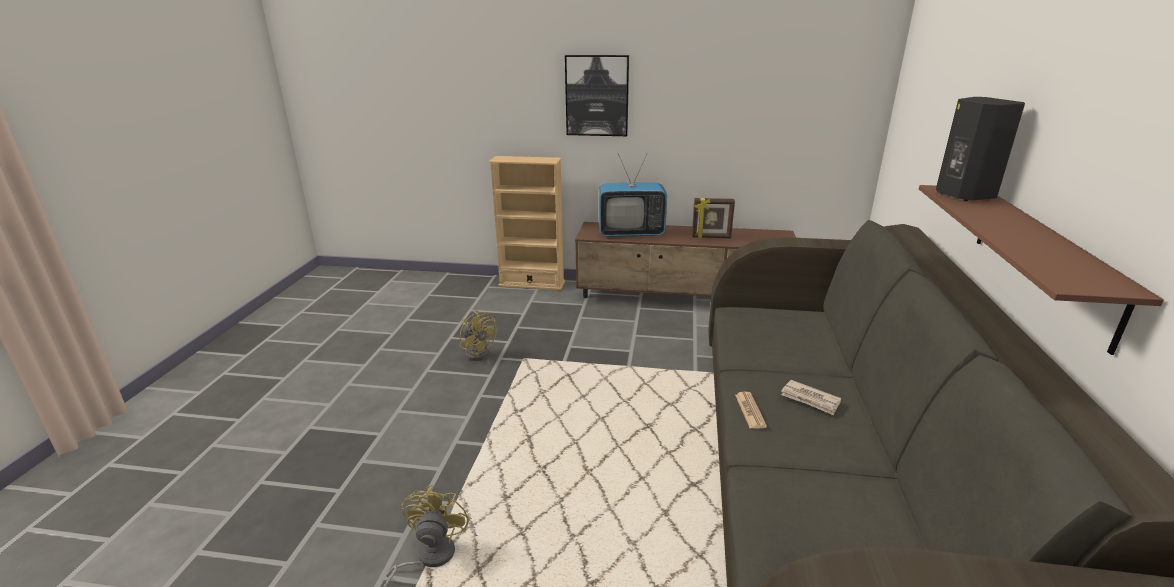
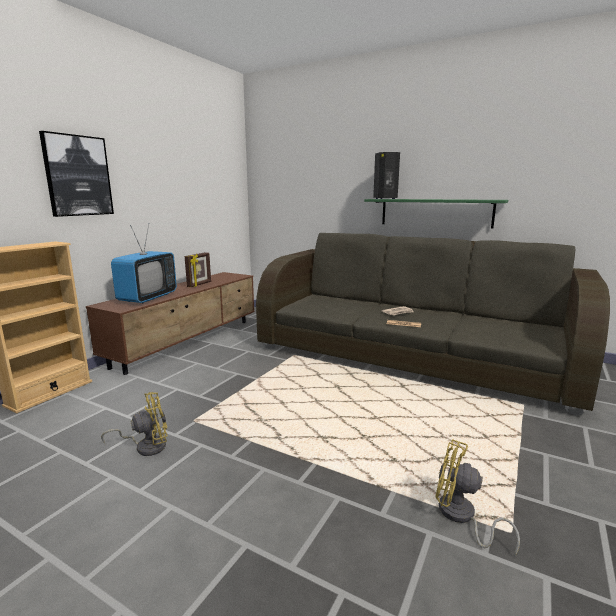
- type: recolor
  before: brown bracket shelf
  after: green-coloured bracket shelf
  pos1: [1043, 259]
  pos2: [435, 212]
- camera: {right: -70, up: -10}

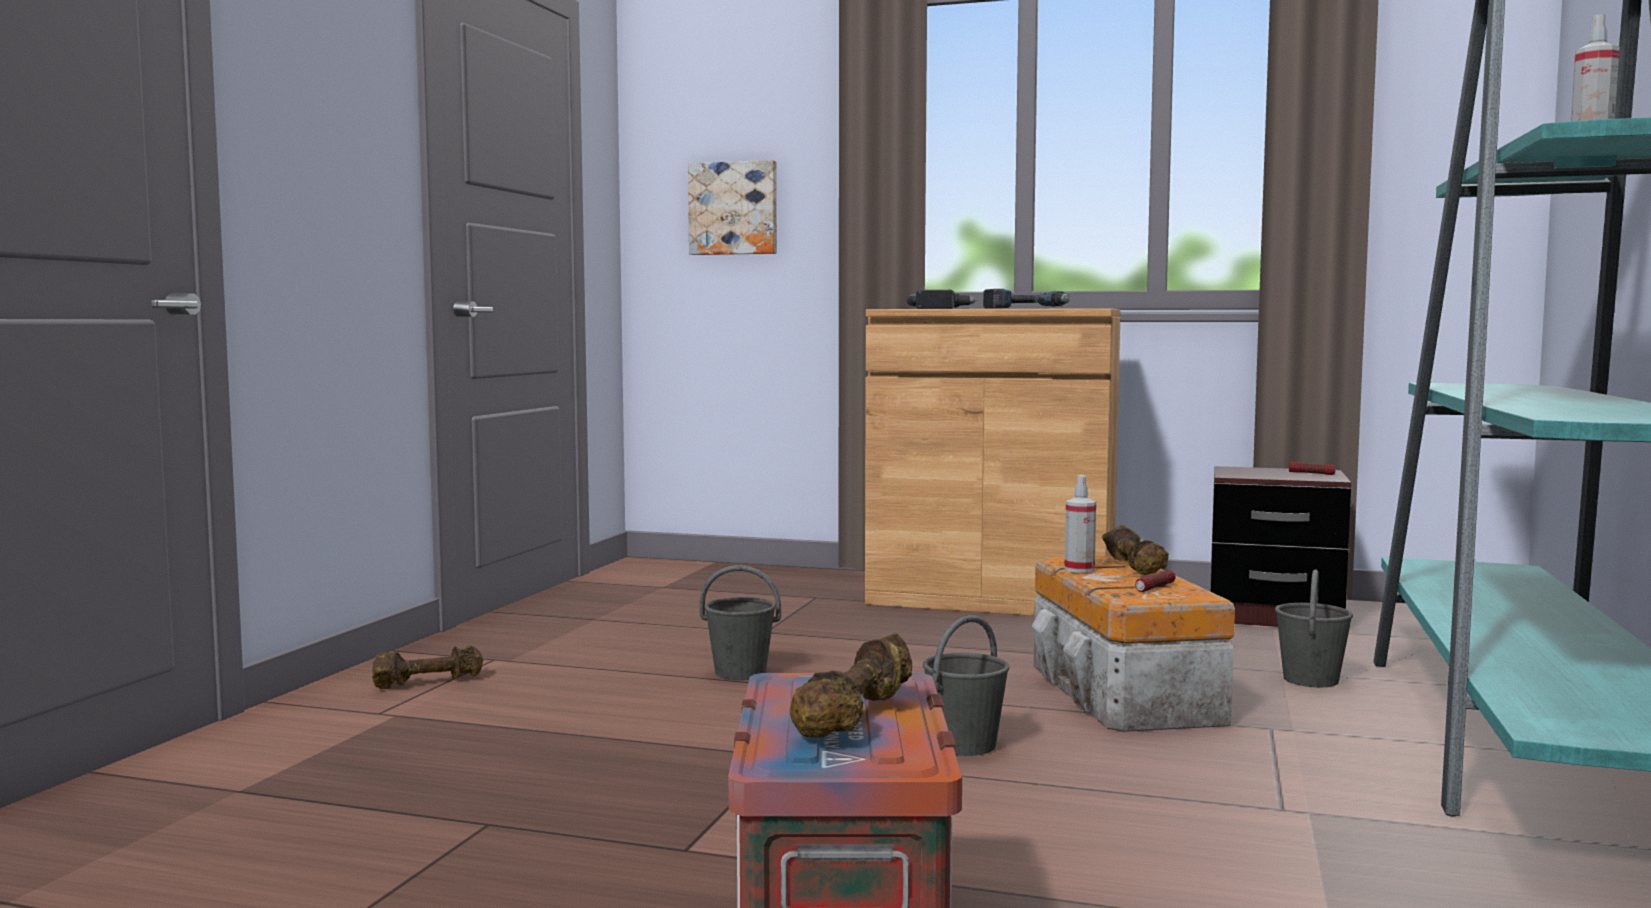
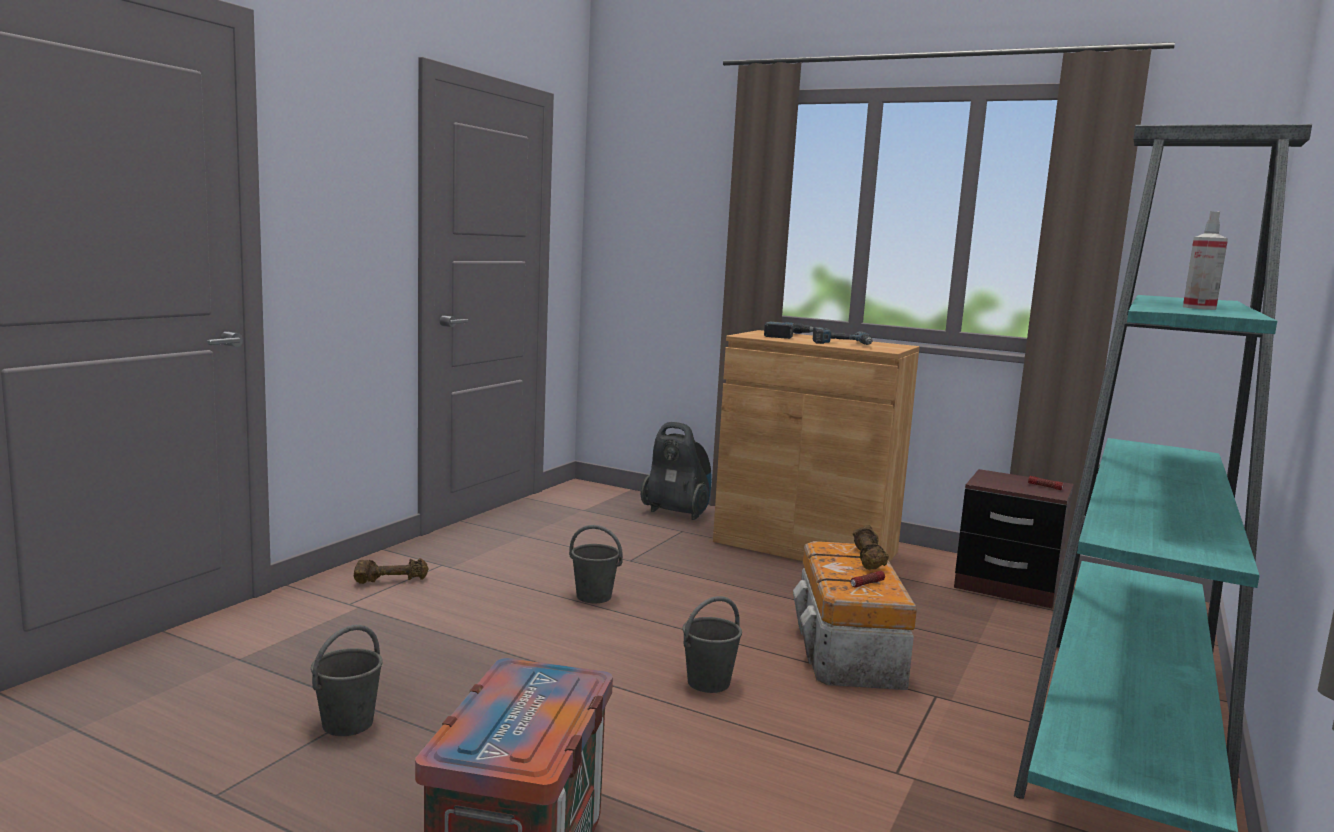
- type: delete
  before: picture
  pos1: [734, 208]
- type: delete
  before: brown dumbbell
  pos1: [857, 717]
- type: delete
  before: spray bottle
  pos1: [1079, 569]
- type: insert
  after: vacuum
  pos2: [677, 513]
- type: move
  before: grey bucket
  pos1: [1310, 679]
  pos2: [348, 723]
- camera: {right: 10, up: 5}

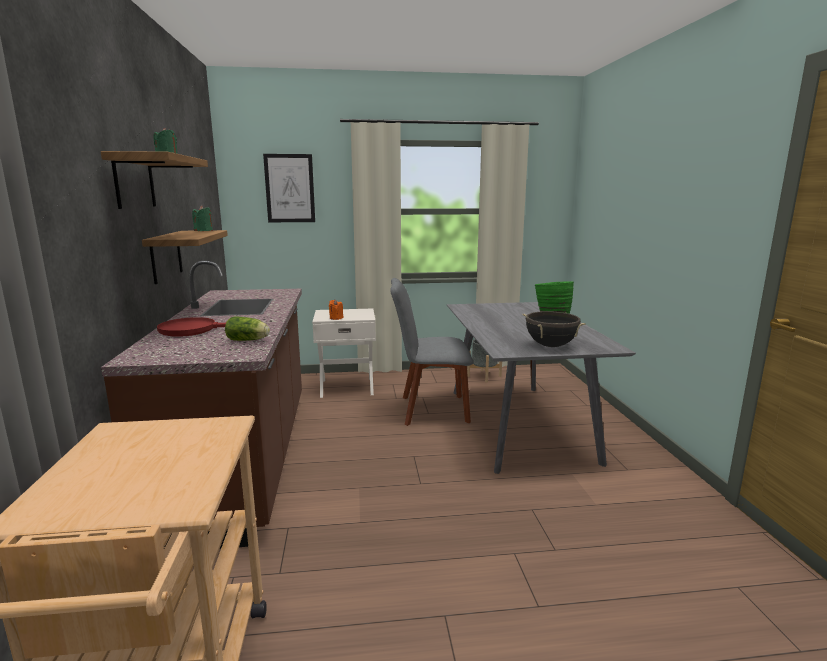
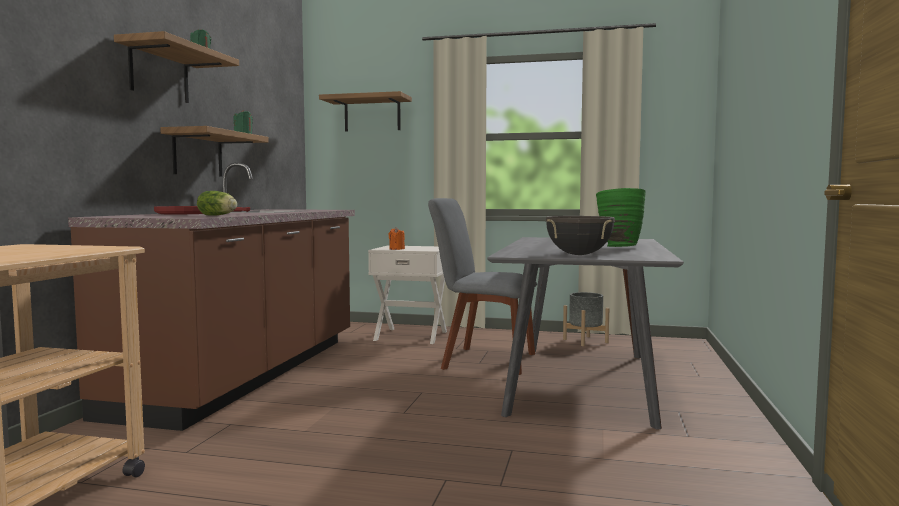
- type: replace
  before: picture
  after: bracket shelf
  pos1: [289, 188]
  pos2: [372, 114]
- camera: {right: 20, up: -10}

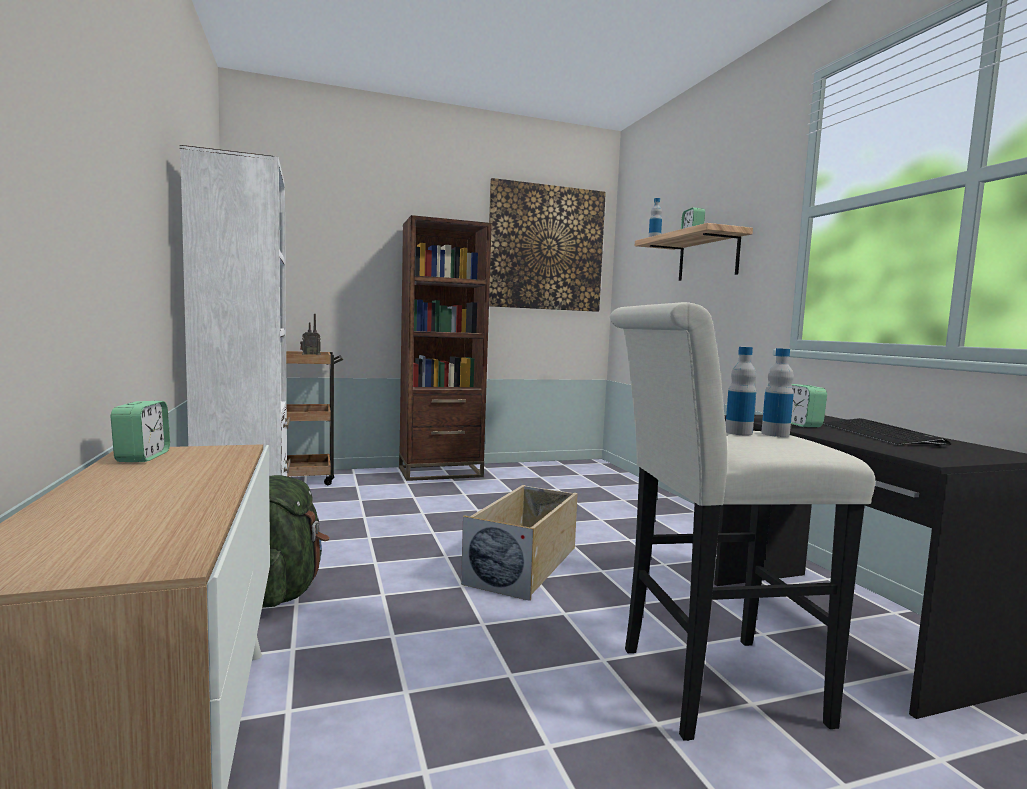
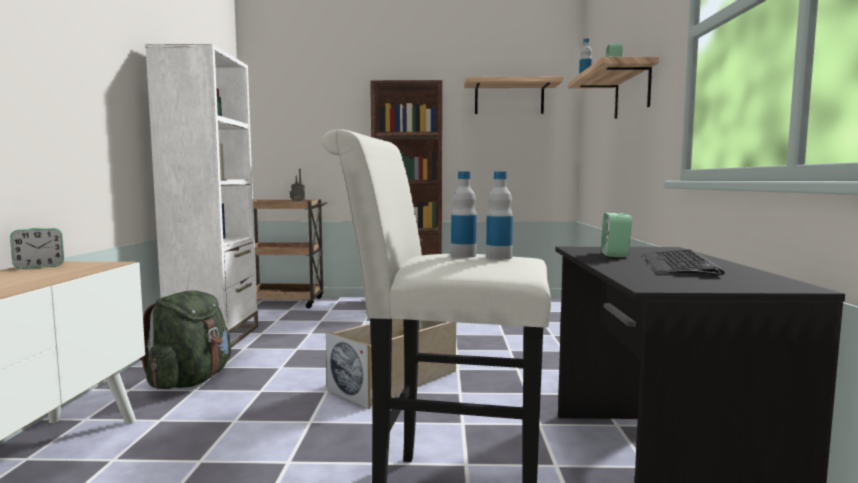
- type: replace
  before: picture
  after: bracket shelf
  pos1: [546, 248]
  pos2: [509, 98]
- type: rotate
  before: alarm clock
  pos1: [142, 457]
  pos2: [39, 266]
  turn: 45
- camera: {right: 20, up: 0}

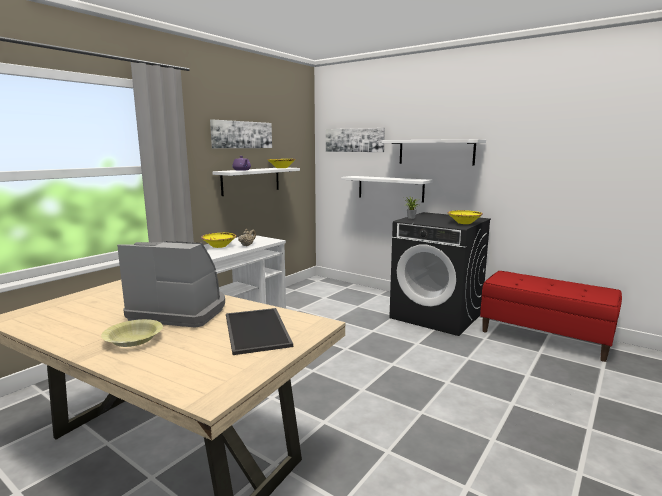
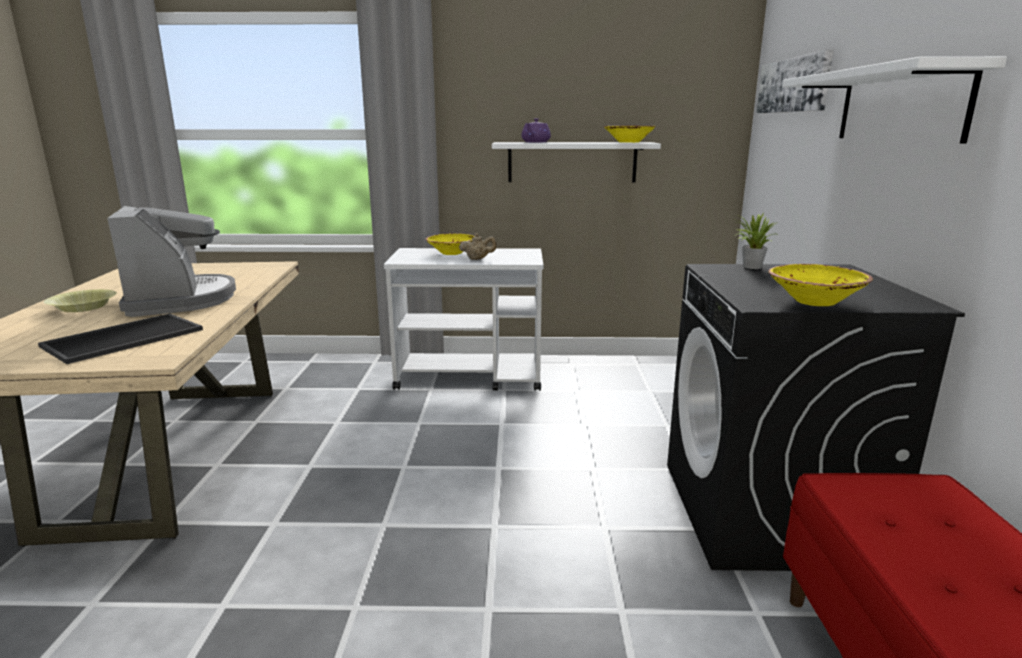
- type: delete
  before: picture
  pos1: [242, 134]
- type: delete
  before: white-coloured bracket shelf
  pos1: [390, 188]
- camera: {right: 55, up: 5}

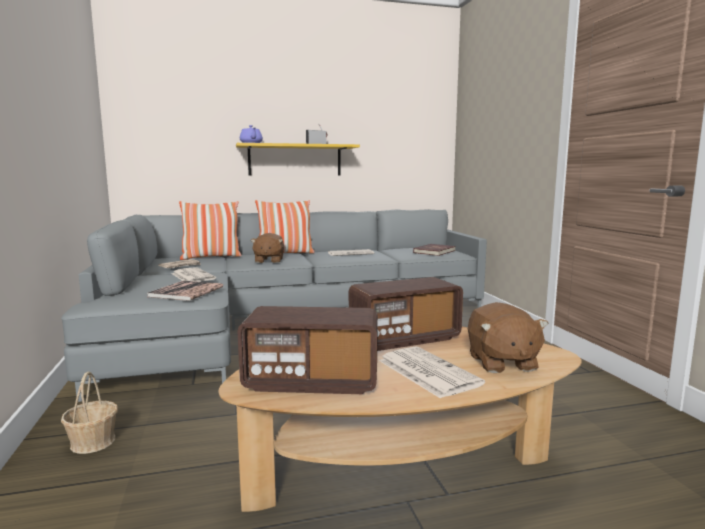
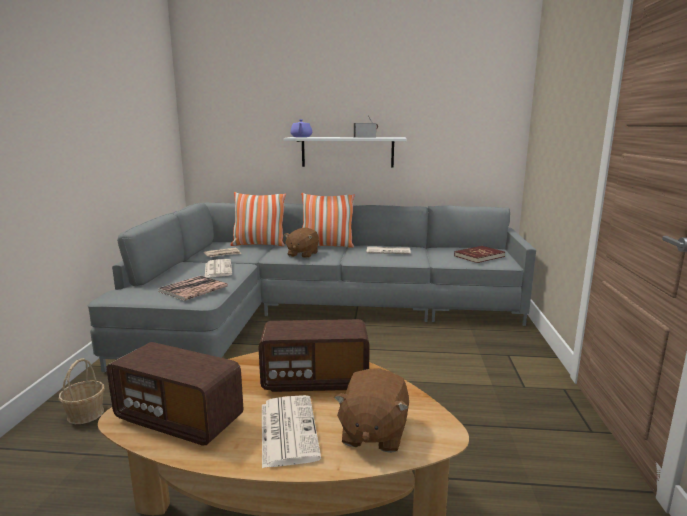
- type: recolor
  before: yellow bracket shelf
  after: white-coloured bracket shelf
  pos1: [295, 160]
  pos2: [347, 152]
- camera: {right: 20, up: 5}

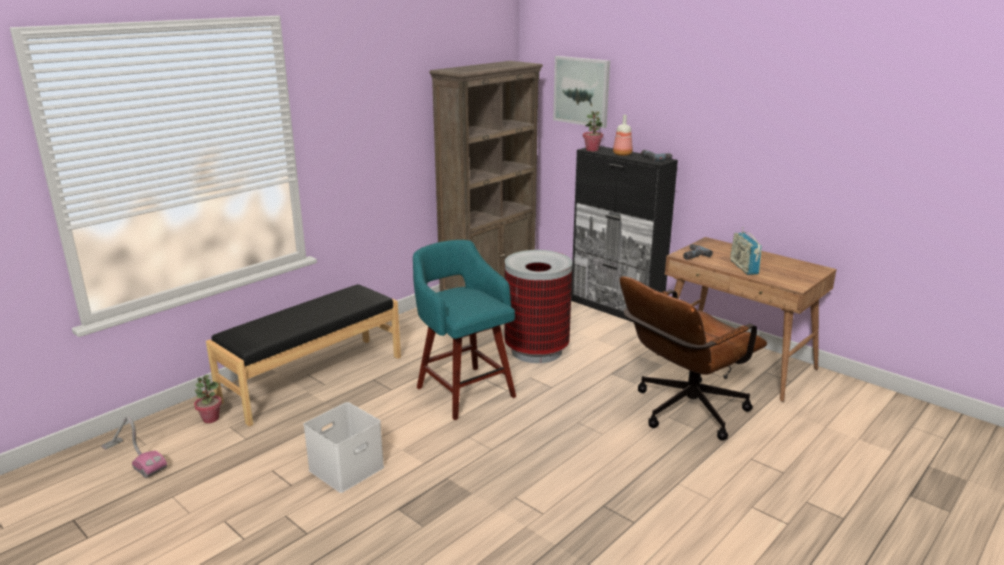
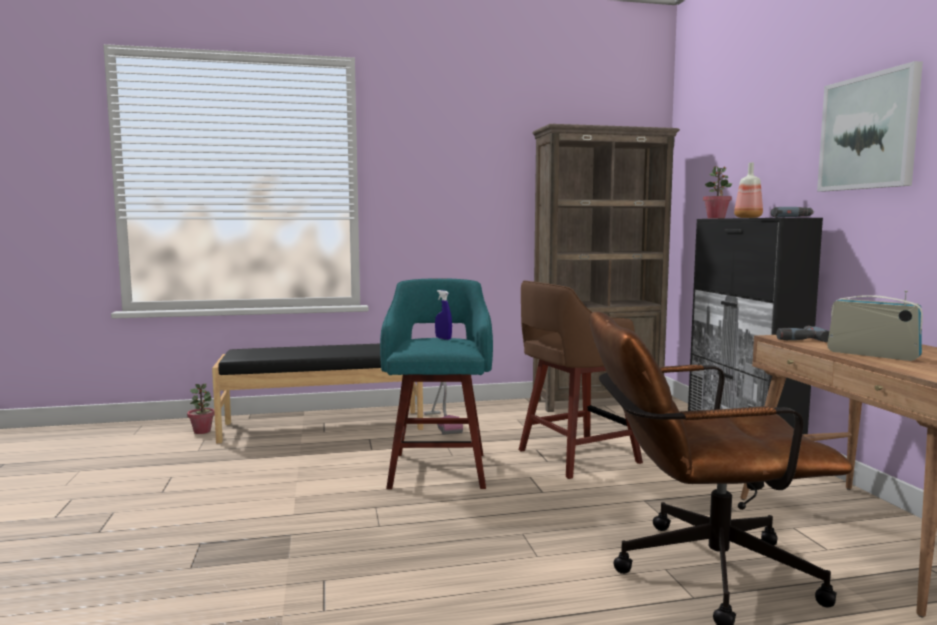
- type: delete
  before: white-coloured storage bin
  pos1: [346, 469]
- type: insert
  after: blue spray bottle
  pos2: [443, 338]
- type: move
  before: vacuum
  pos1: [133, 458]
  pos2: [441, 423]
- type: move
  before: picture
  pos1: [582, 91]
  pos2: [868, 132]
- type: replace
  before: rubbish bin
  after: brown stool
  pos1: [536, 351]
  pos2: [575, 457]
- type: rotate
  before: radio receiver
  pos1: [743, 267]
  pos2: [872, 355]
  turn: 105
- camera: {right: 35, up: -15}

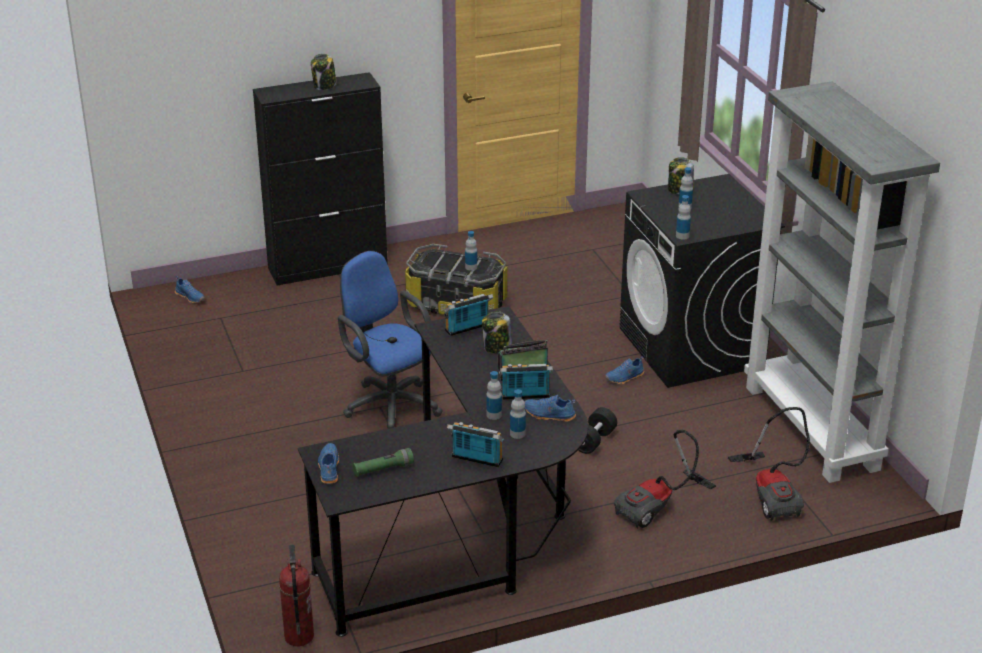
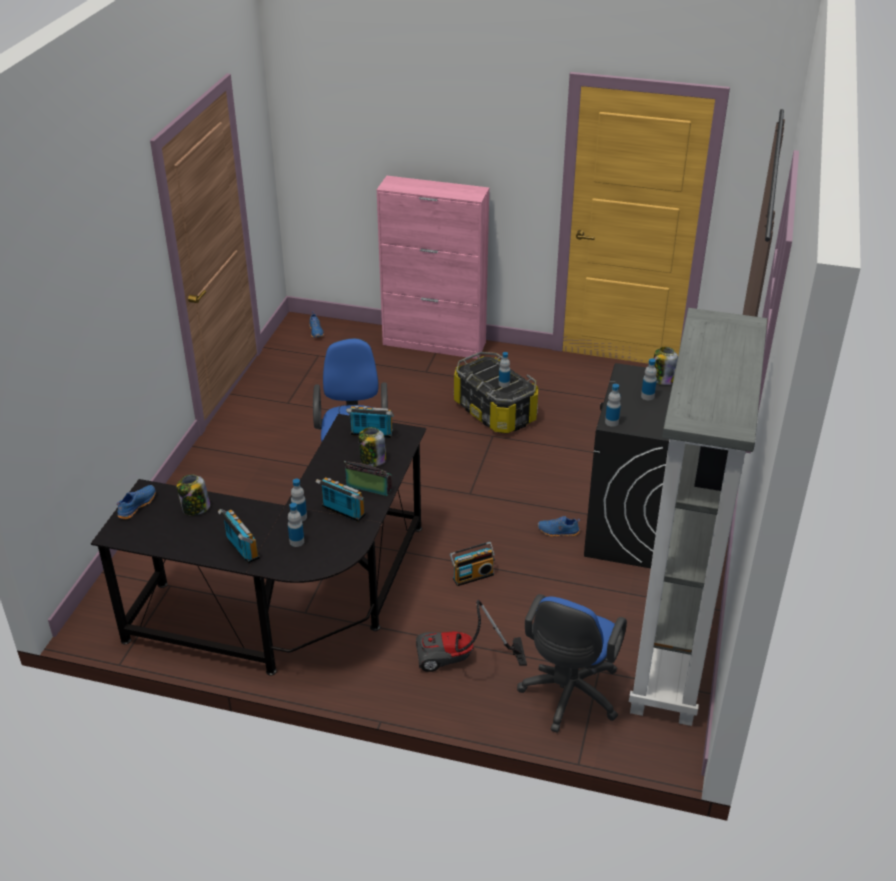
- type: delete
  before: fire extinguisher
  pos1: [298, 636]
- type: delete
  before: green-coloured torch
  pos1: [383, 469]
- type: delete
  before: blue item of footwear
  pos1: [549, 415]
- type: move
  before: jar
  pos1: [324, 86]
  pos2: [195, 508]
- type: replace
  before: black dumbbell
  after: radio receiver
  pos1: [594, 441]
  pos2: [472, 575]
- type: replace
  before: vacuum
  after: blue desk chair
  pos1: [772, 493]
  pos2: [568, 697]
- type: recolor
  before: black storage cabinet
  after: pink-coloured storage cabinet
  pos1: [328, 267]
  pos2: [434, 344]
- camera: {right: 35, up: 5}

